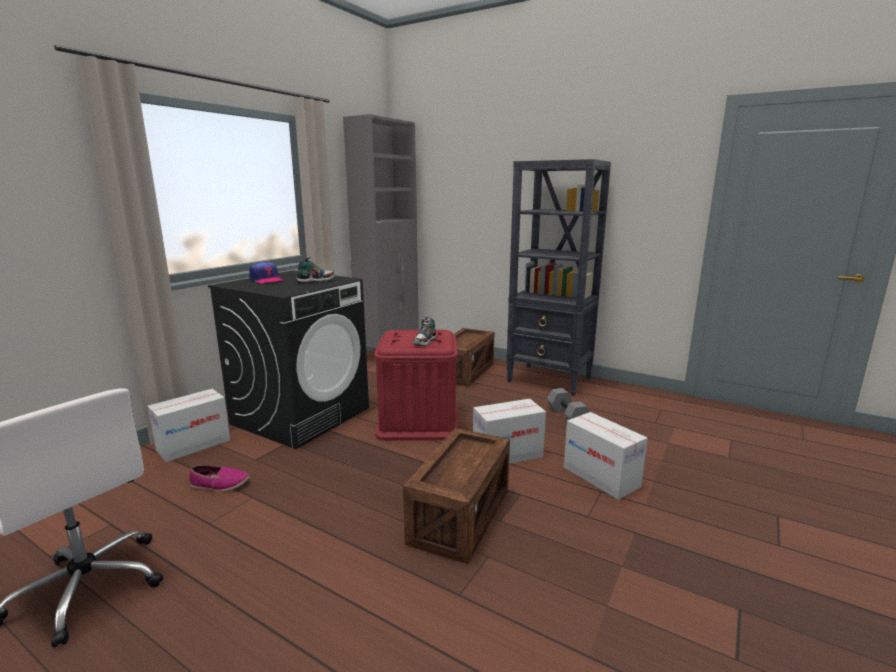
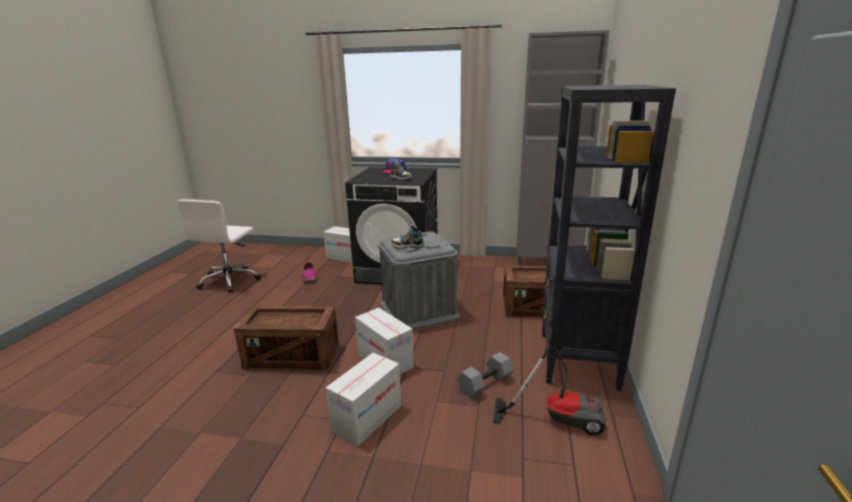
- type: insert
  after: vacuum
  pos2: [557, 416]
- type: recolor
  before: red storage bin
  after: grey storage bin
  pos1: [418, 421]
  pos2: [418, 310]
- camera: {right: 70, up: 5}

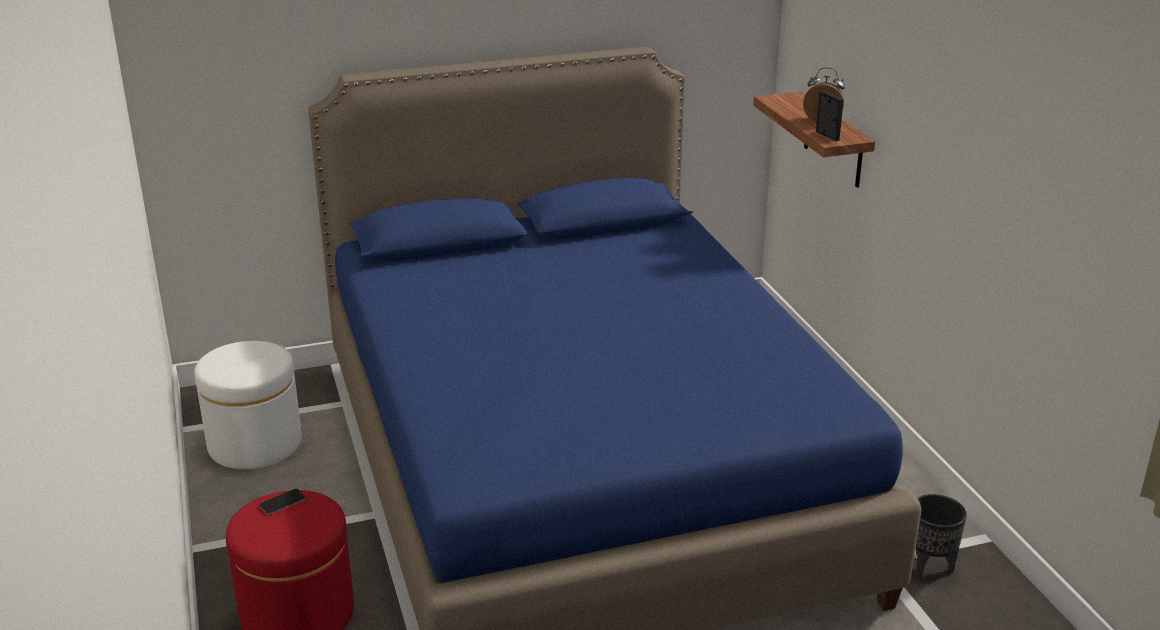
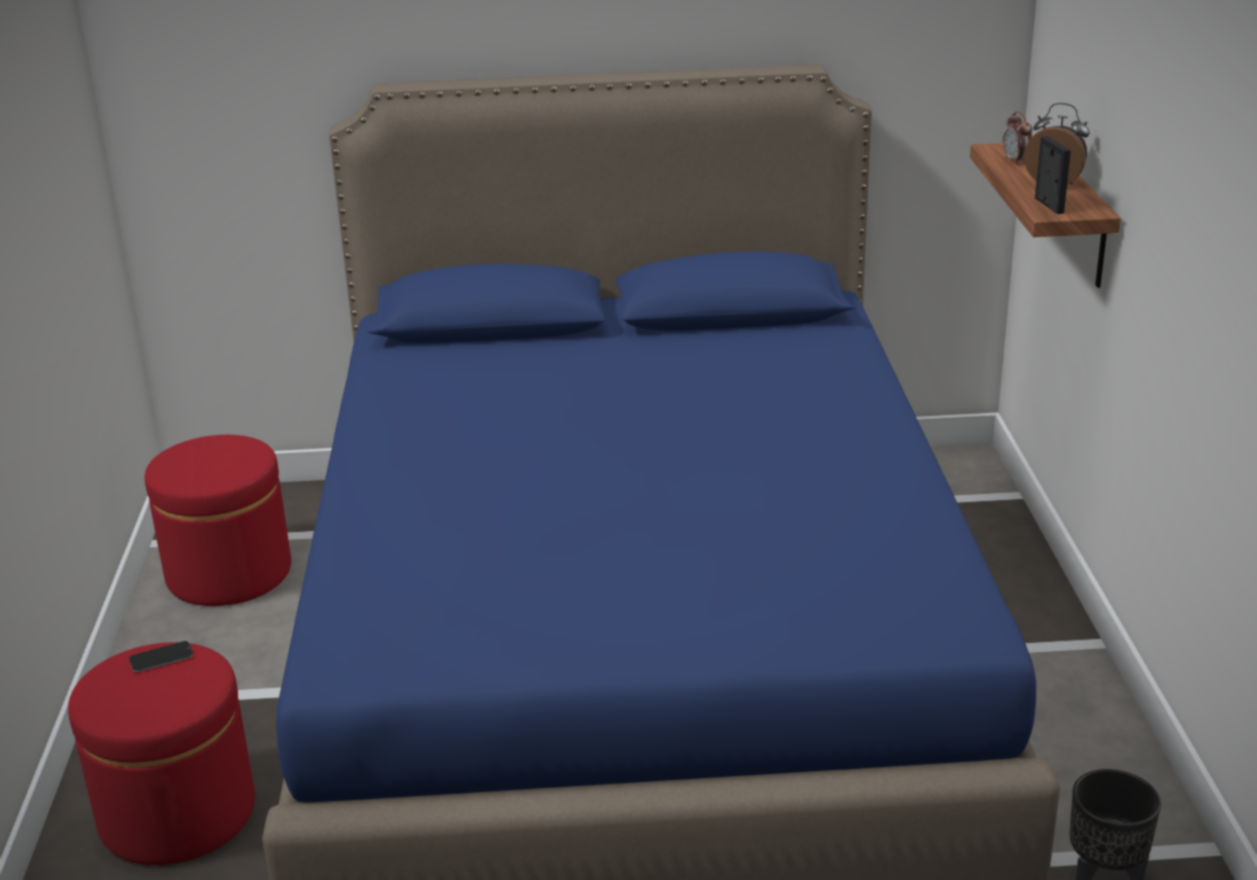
- type: insert
  after: alarm clock
  pos2: [1016, 161]
- type: recolor
  before: white-coloured ottoman
  after: red ottoman
  pos1: [255, 444]
  pos2: [229, 573]
- camera: {right: 15, up: 0}

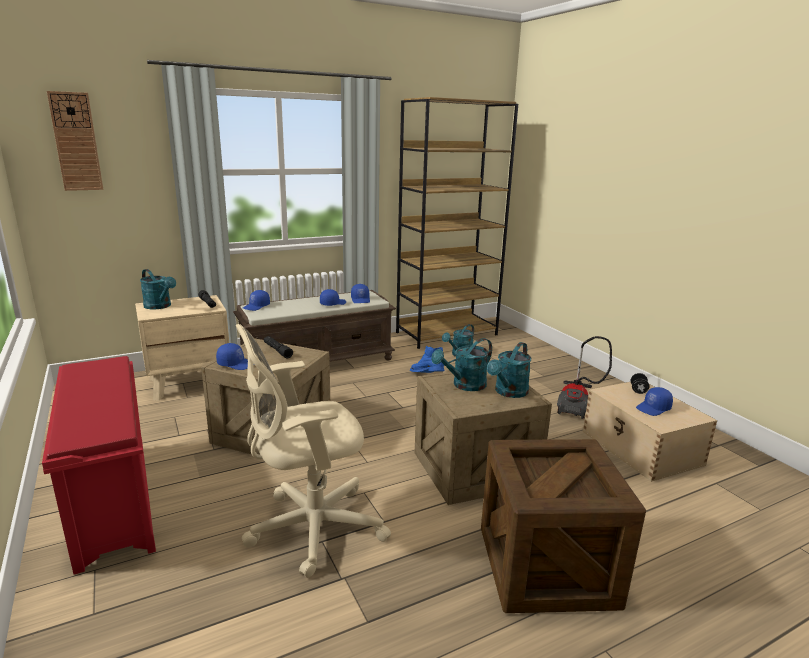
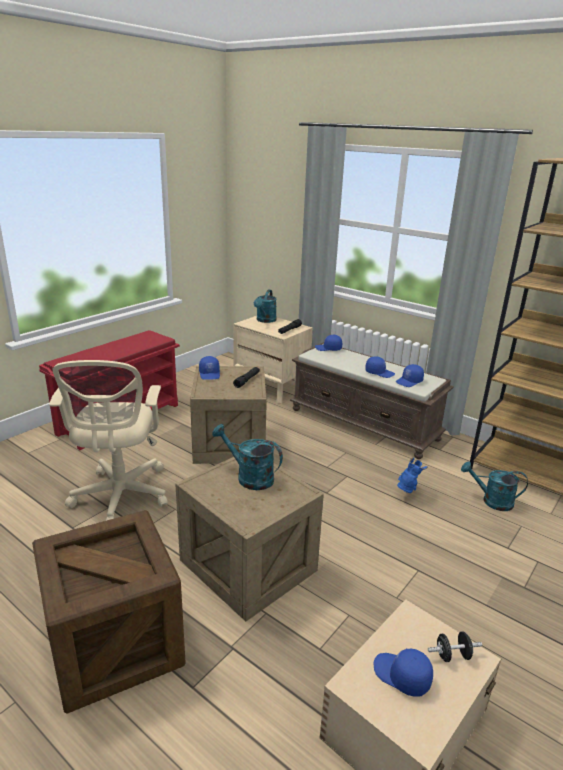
- type: delete
  before: wall clock
  pos1: [76, 142]
- type: delete
  before: turquoise-coloured watering can
  pos1: [508, 392]
- type: delete
  before: vacuum
  pos1: [576, 404]
- type: rotate
  before: sand-coloured desk chair
  pos1: [309, 528]
  pos2: [120, 497]
  turn: -135
- camera: {right: 65, up: 5}

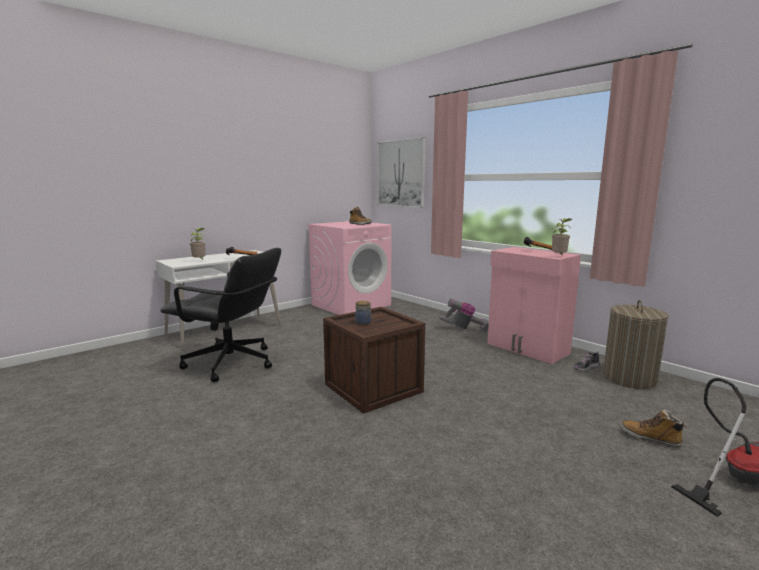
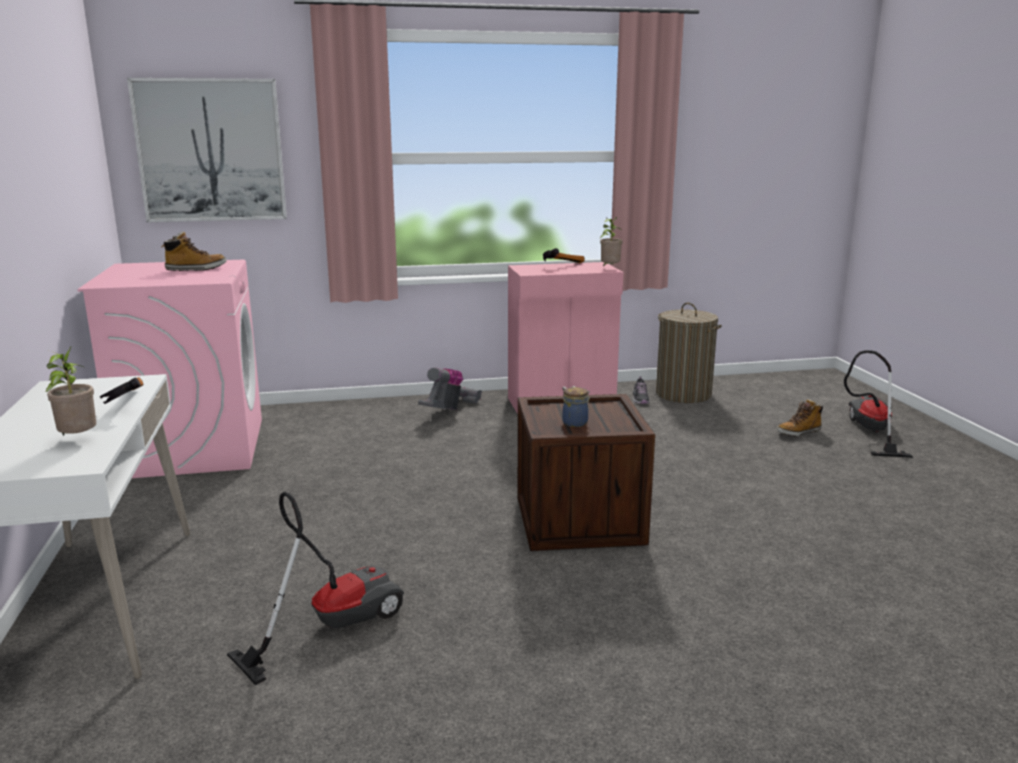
- type: replace
  before: black desk chair
  after: vacuum
  pos1: [231, 364]
  pos2: [331, 623]
- camera: {right: -60, up: 5}

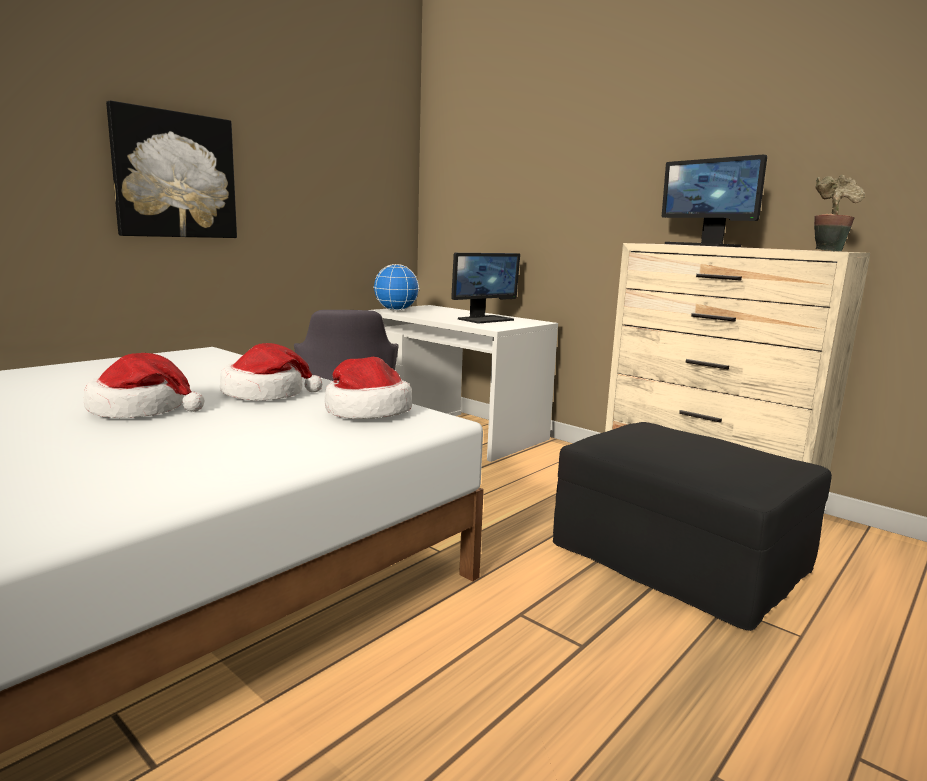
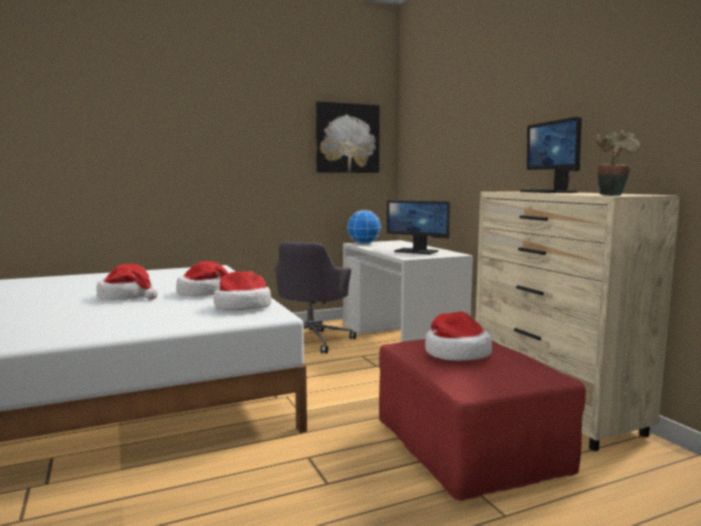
- type: insert
  after: hat
  pos2: [456, 353]
- type: move
  before: picture
  pos1: [175, 175]
  pos2: [347, 138]
- type: recolor
  before: black ottoman
  after: red ottoman
  pos1: [680, 560]
  pos2: [470, 447]
- type: rotate
  before: computer screen
  pos1: [485, 319]
  pos2: [417, 251]
  turn: 45
- camera: {right: 25, up: -5}

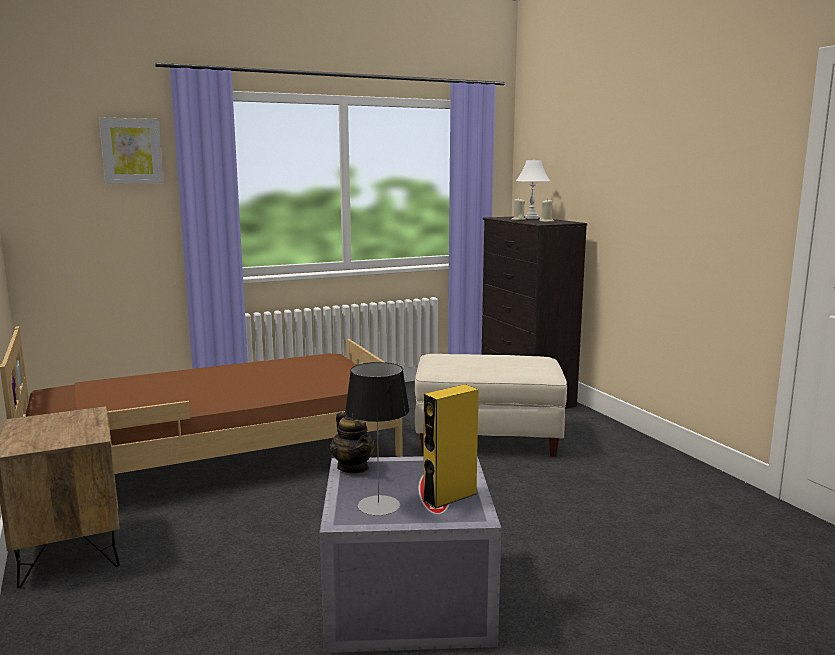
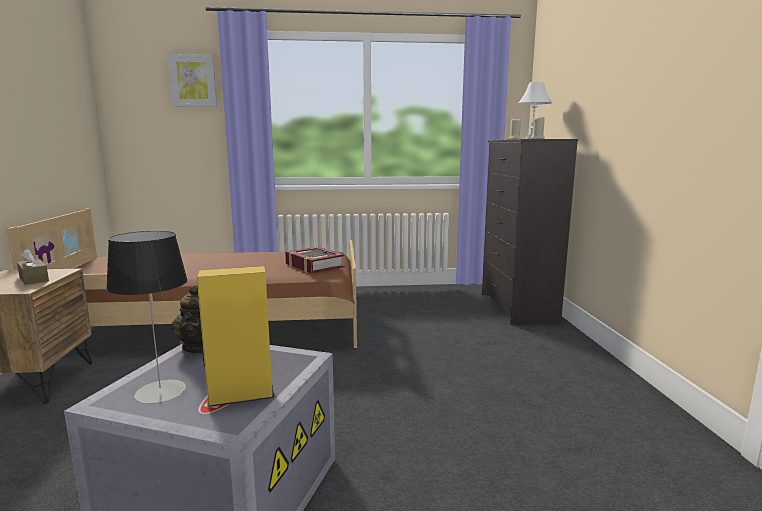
- type: delete
  before: sand-coloured ottoman
  pos1: [487, 438]
- type: insert
  after: brown box of tissues
  pos2: [34, 279]
- type: insert
  after: book
  pos2: [314, 266]
- camera: {right: 20, up: 0}

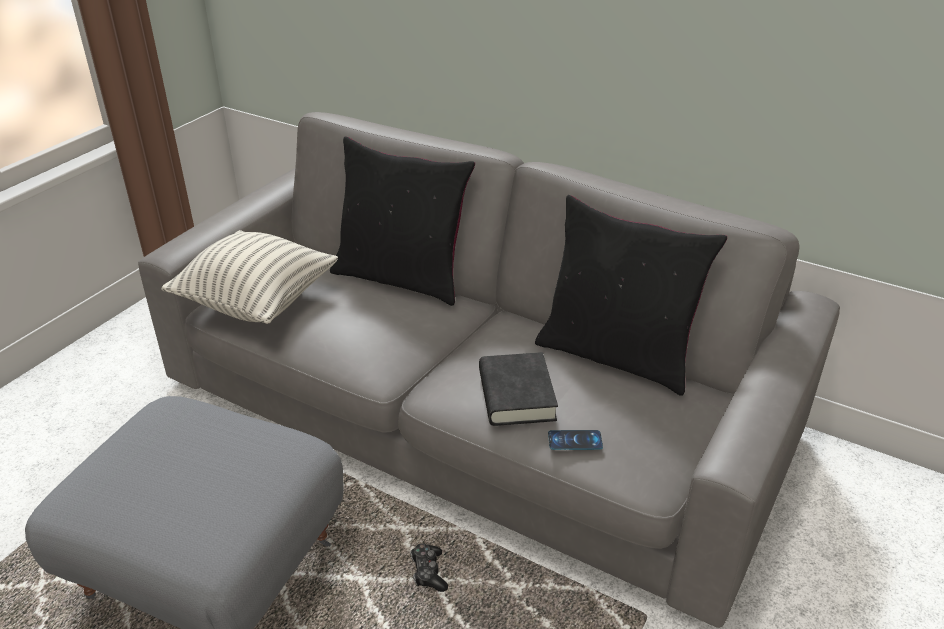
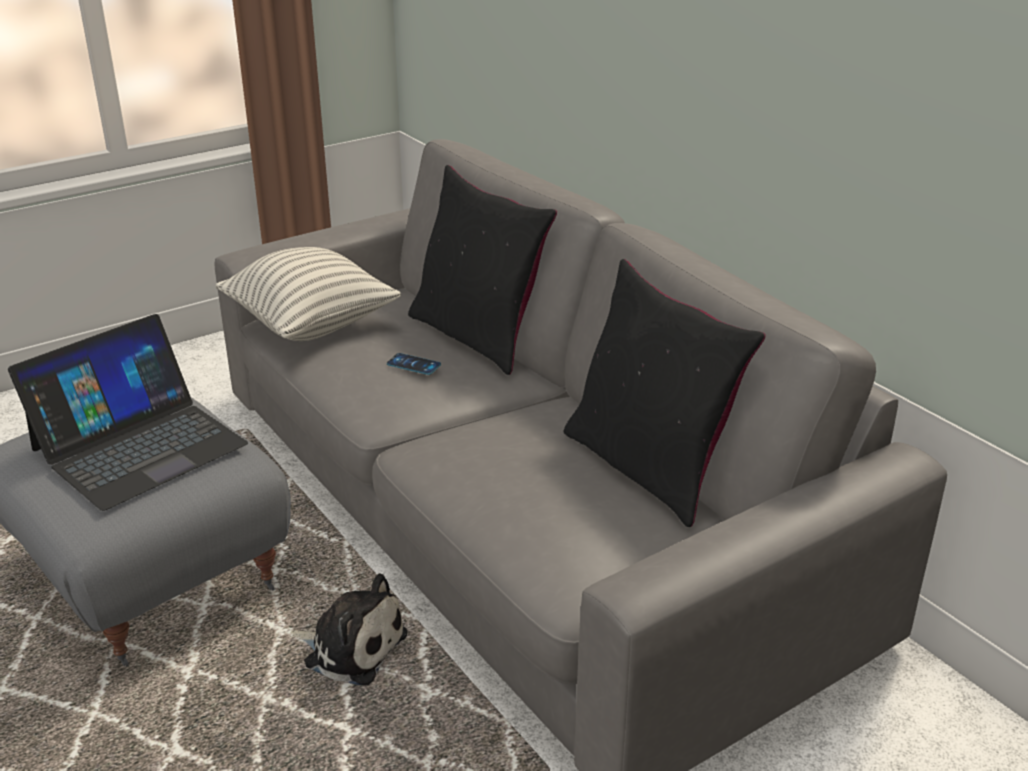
- type: delete
  before: black book
  pos1: [516, 395]
- type: insert
  after: portable computer
  pos2: [139, 446]
- type: move
  before: telephone
  pos1: [575, 440]
  pos2: [413, 364]
- type: replace
  before: joypad
  after: cuddly toy
  pos1: [428, 572]
  pos2: [350, 647]
- camera: {right: 25, up: -5}

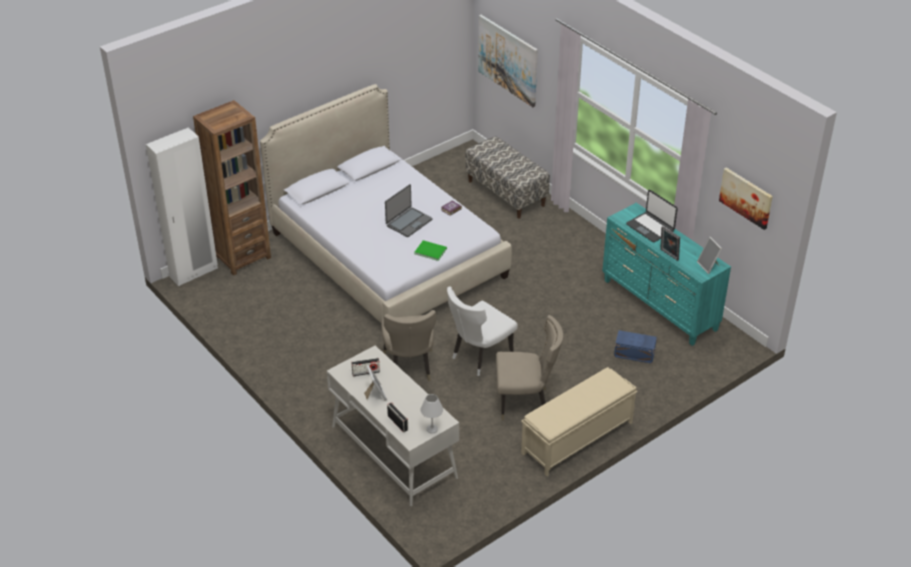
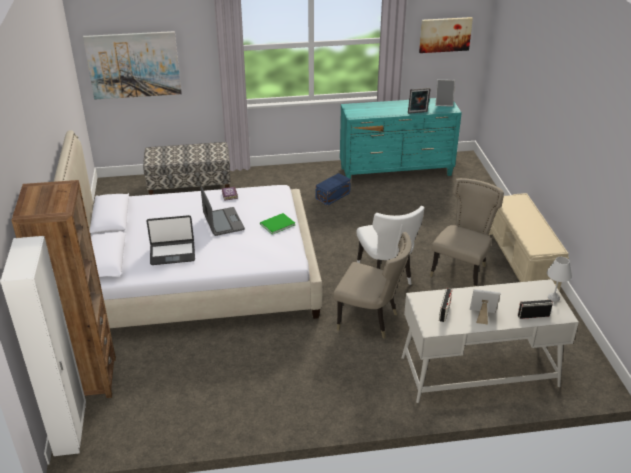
- type: move
  before: blue storage bin
  pos1: [635, 354]
  pos2: [333, 196]
- type: move
  before: portable computer
  pos1: [650, 227]
  pos2: [172, 253]
- camera: {right: -60, up: -5}

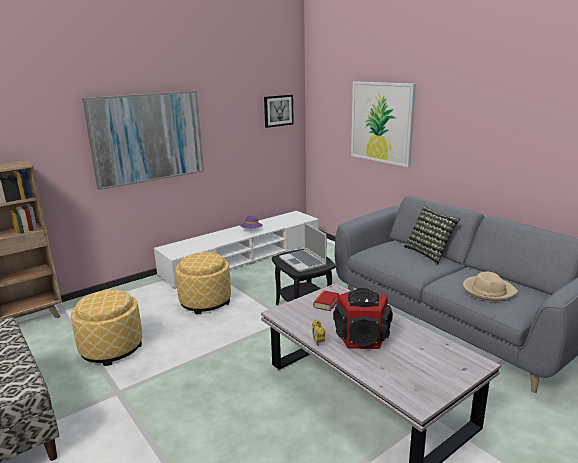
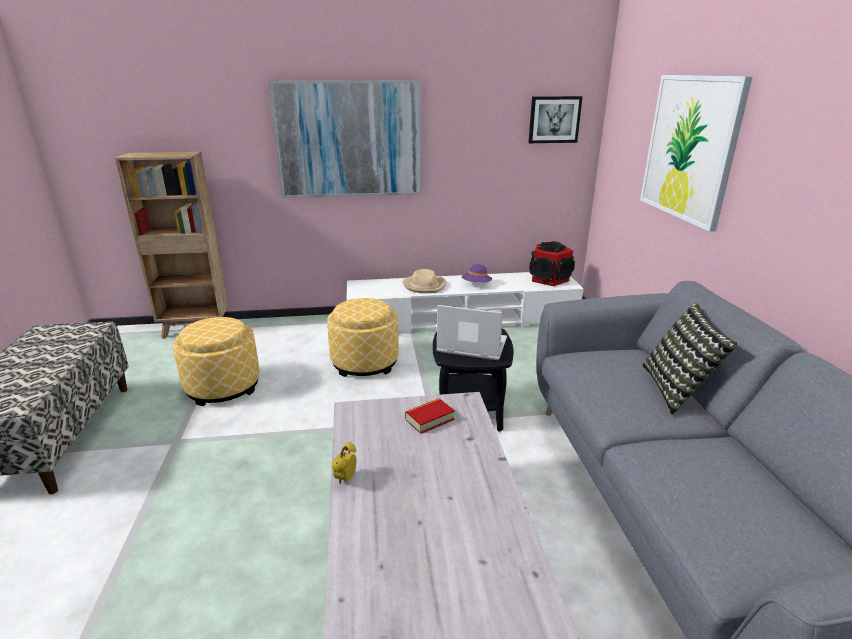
- type: move
  before: loudspeaker
  pos1: [362, 337]
  pos2: [549, 279]
- type: move
  before: sand-coloured hat
  pos1: [488, 290]
  pos2: [425, 286]
- type: rotate
  before: portable computer
  pos1: [303, 262]
  pos2: [471, 346]
  turn: 105
- camera: {right: 30, up: 5}

